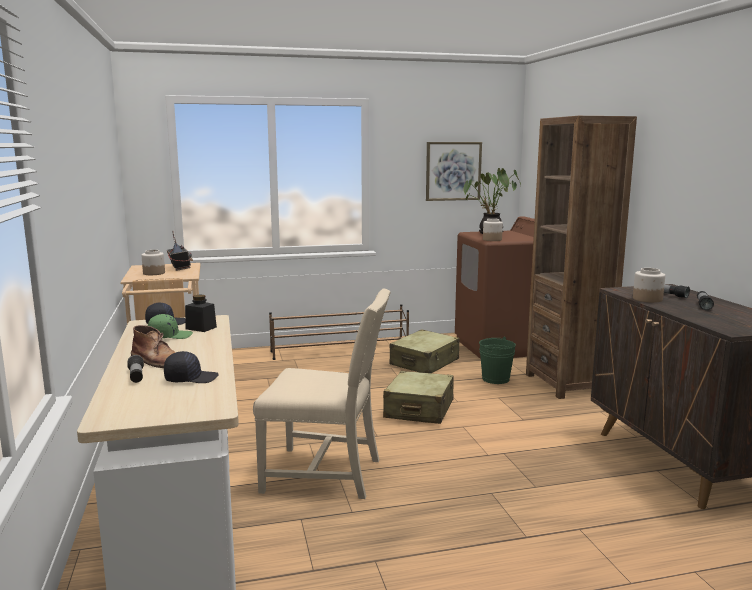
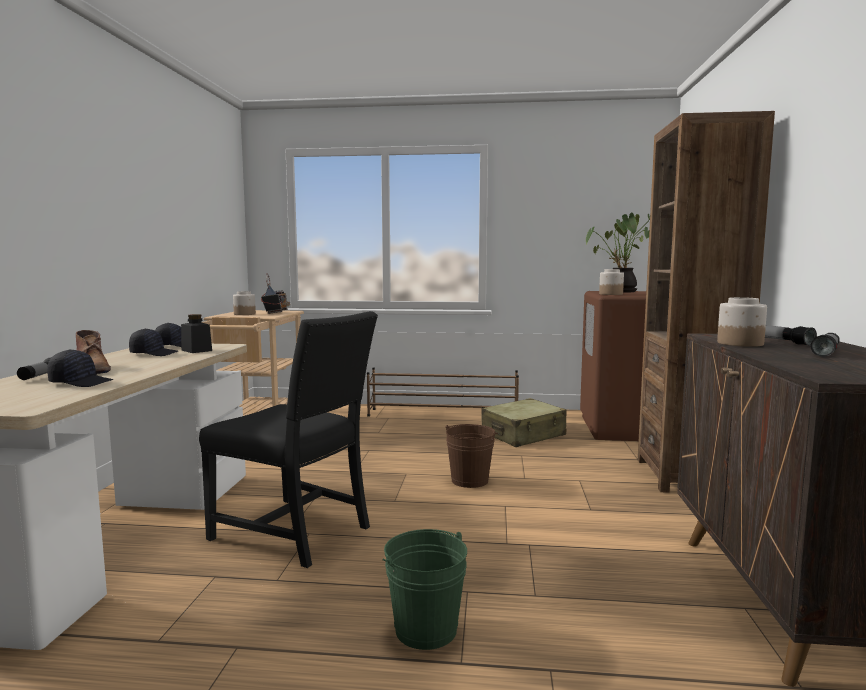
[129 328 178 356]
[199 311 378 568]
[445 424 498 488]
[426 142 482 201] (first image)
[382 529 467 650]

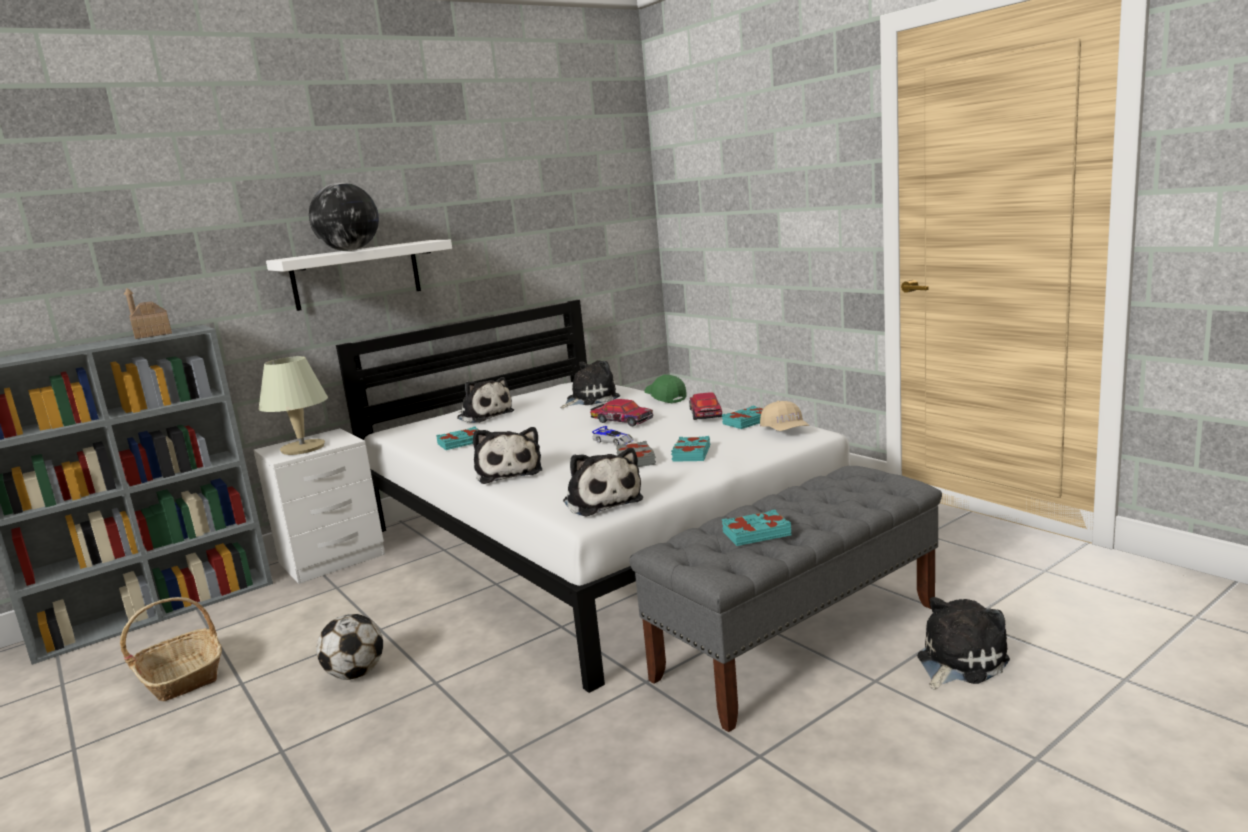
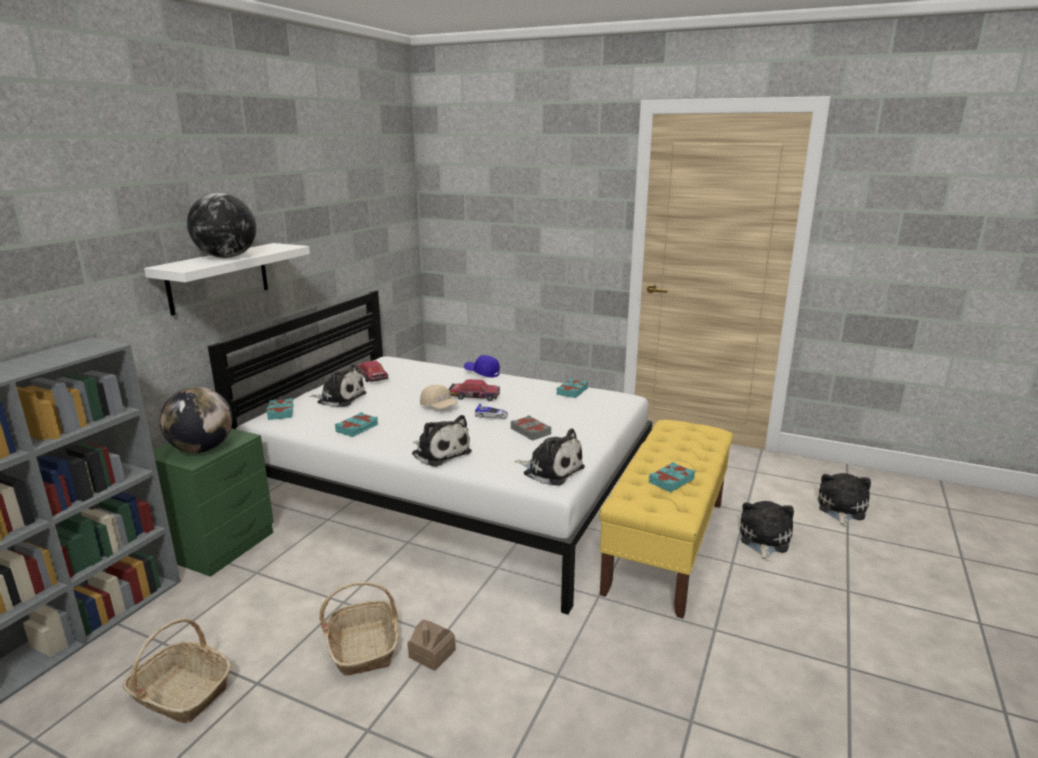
[407 619 456 671]
[153 428 274 577]
[160 387 233 453]
[320 581 399 676]
[818 473 871 527]
[599 420 733 619]
[464 355 500 378]
[267 398 294 420]
[357 361 388 382]
[420 385 458 409]

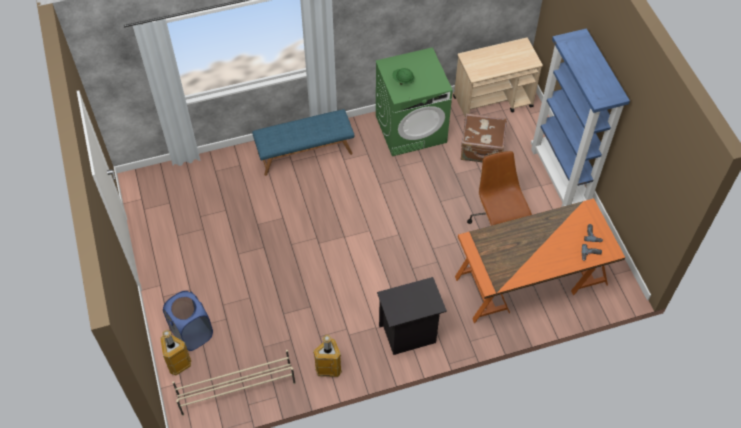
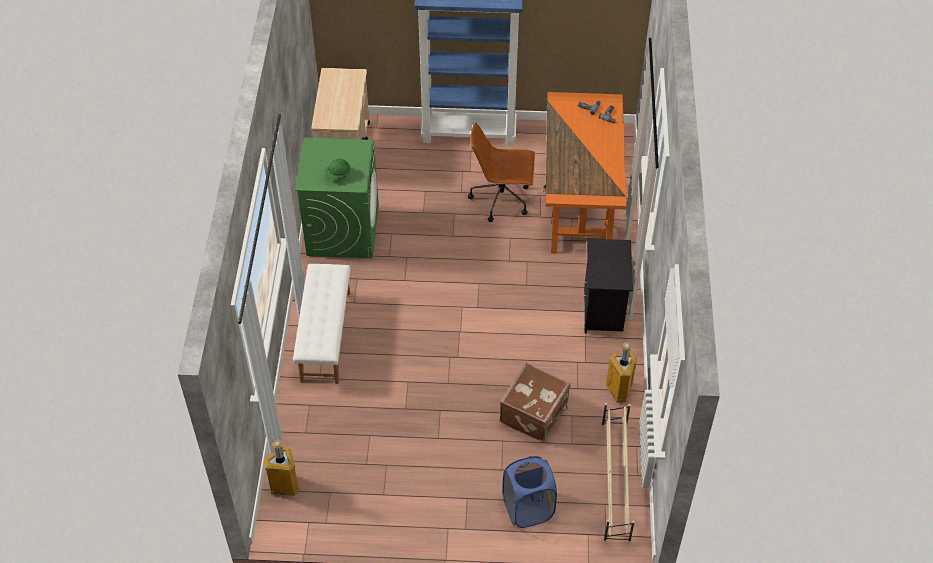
[263 440 300 496]
[293 264 351 384]
[500 363 570 442]

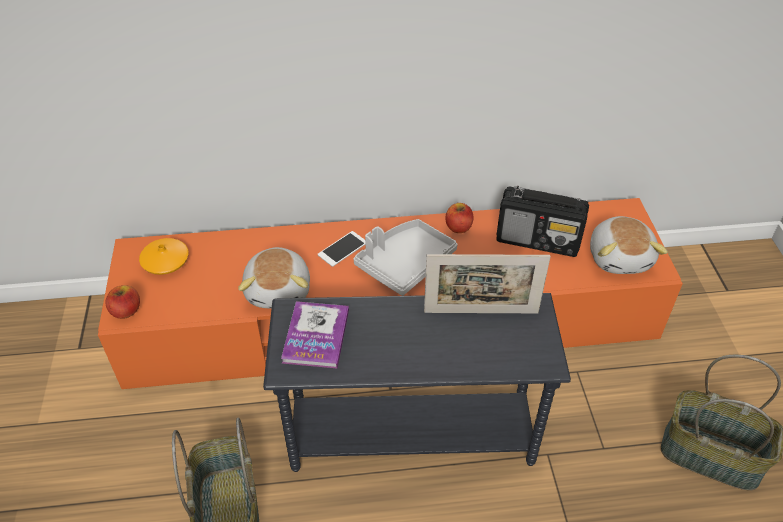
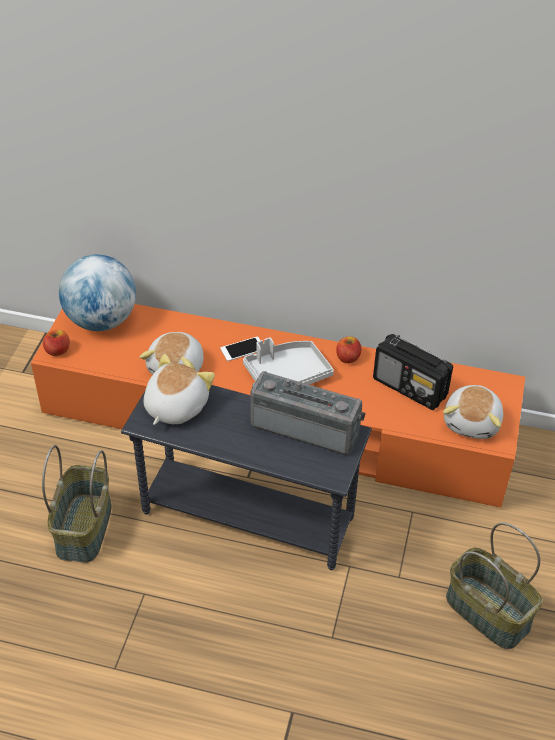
[59 254 136 331]
[144 354 215 425]
[250 371 366 455]

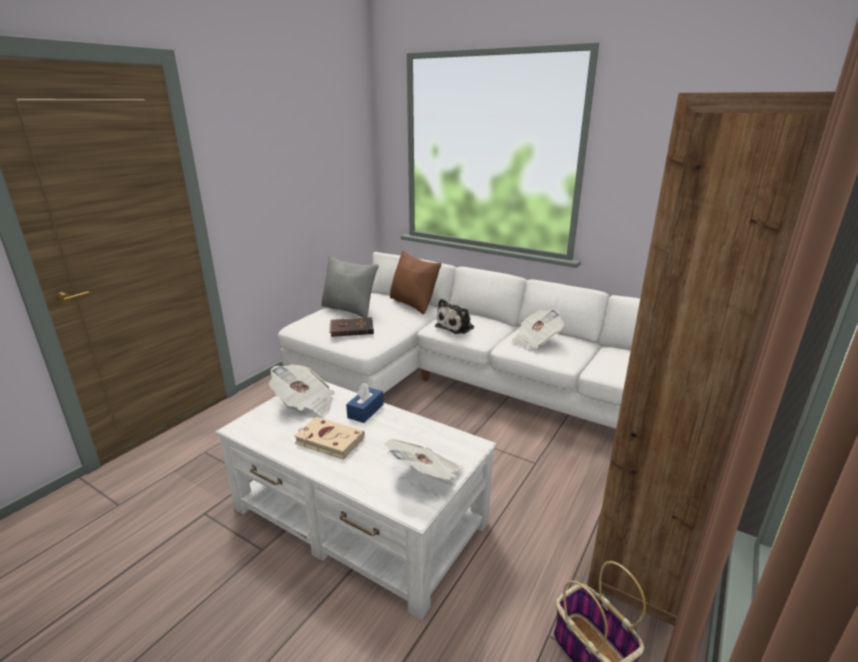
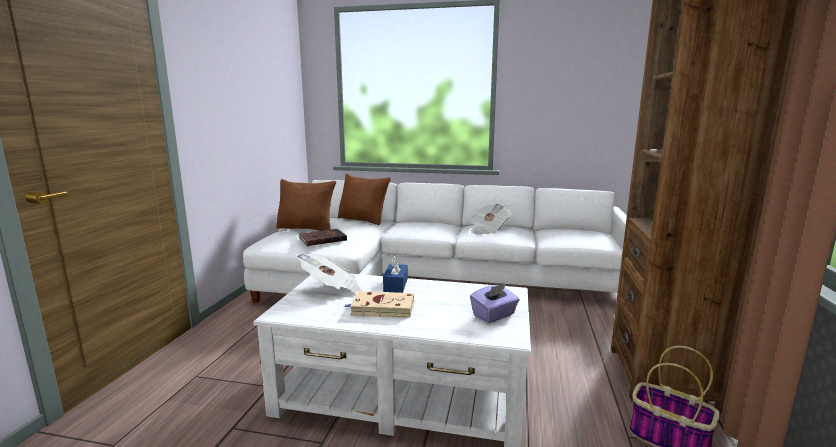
[276 179 336 231]
[470 284 520 323]
[435 299 474 334] (first image)

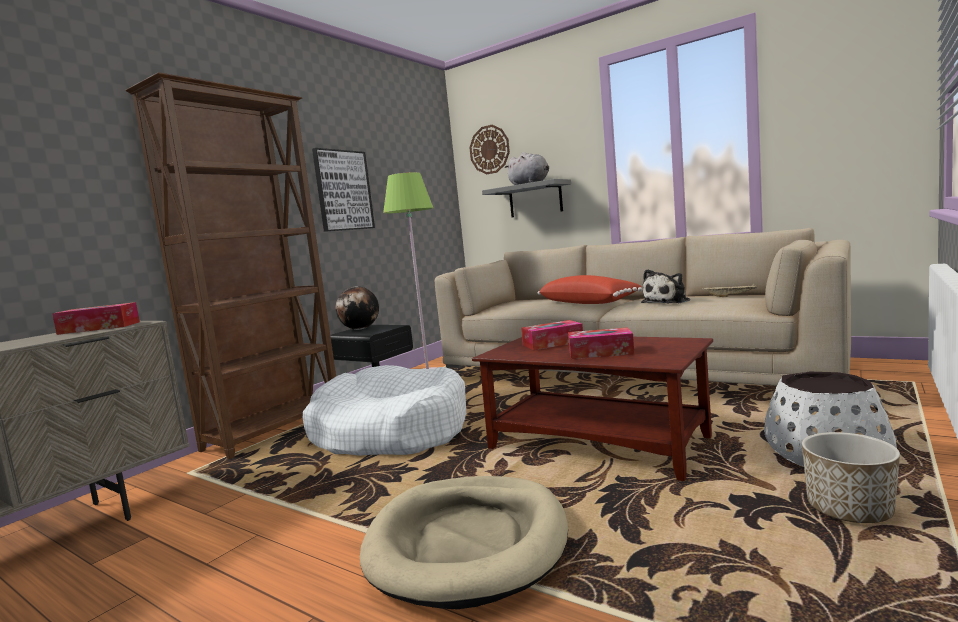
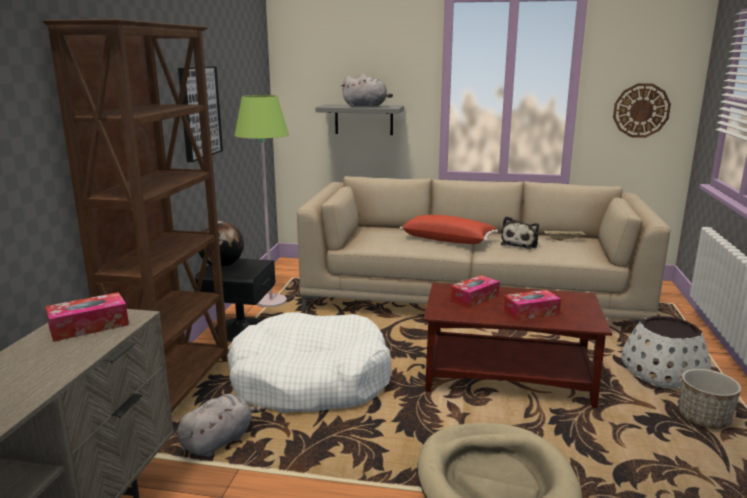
[613 83 671 138]
[177 394 266 457]

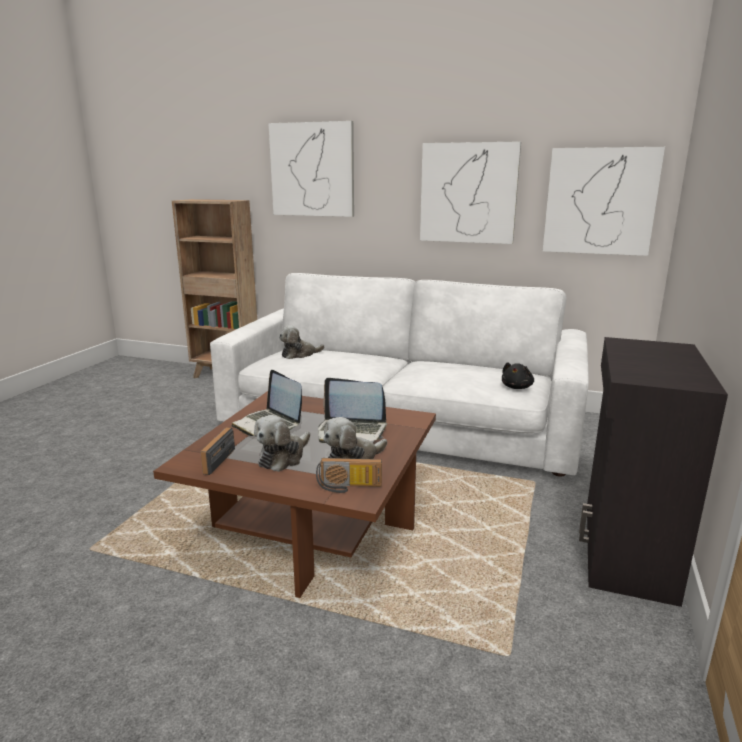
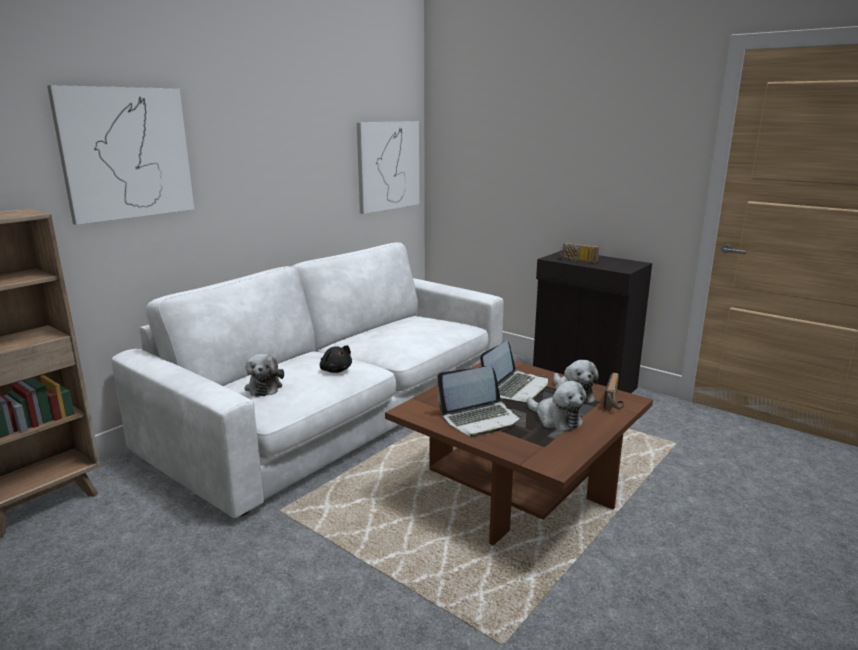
[560 243 599 263]
[420 141 521 244] (first image)
[320 345 352 373]

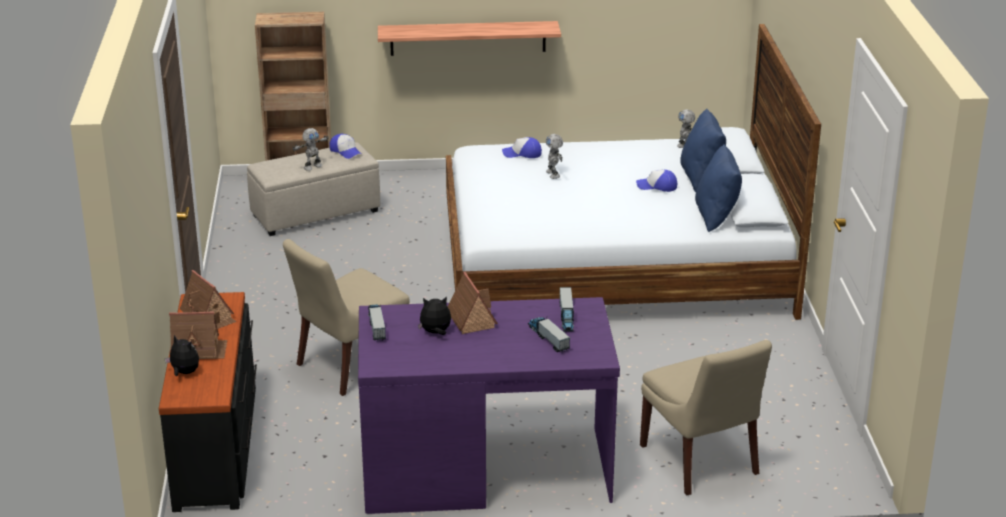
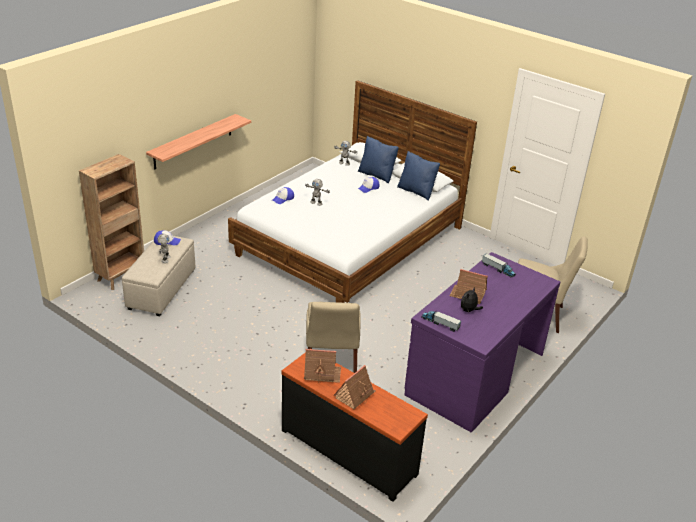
[165 335 199 376] (first image)
[528 317 570 353] (first image)

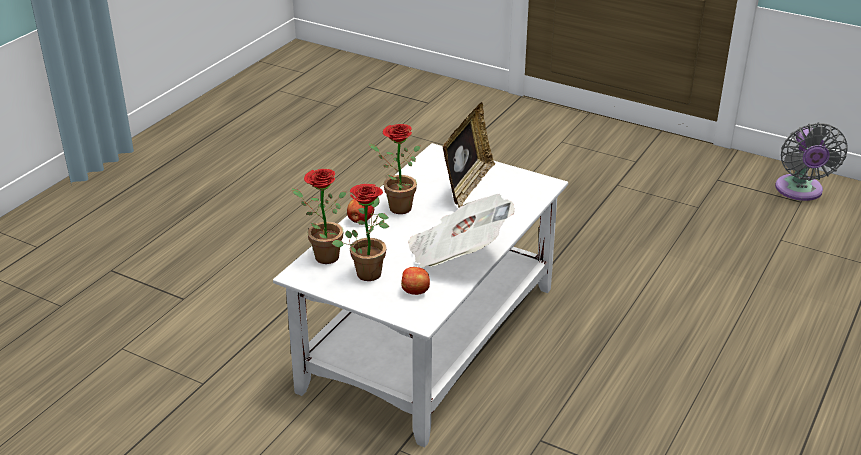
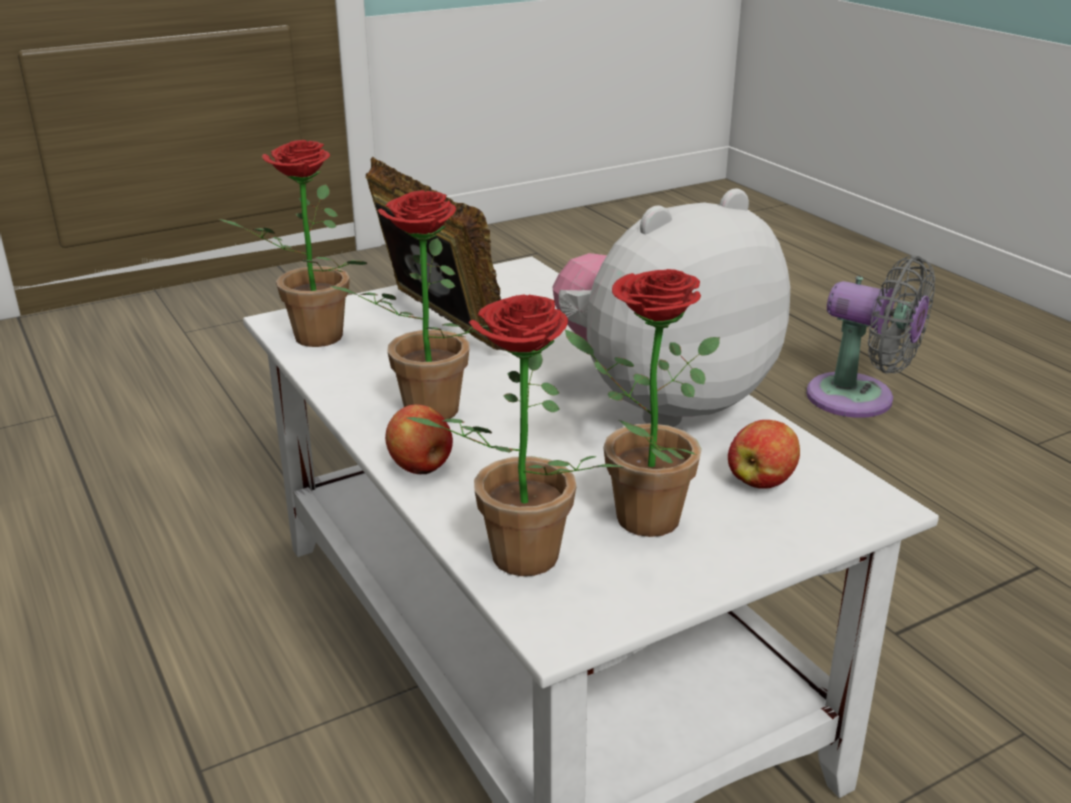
[552 188 790 427]
[806 255 935 418]
[219 140 367 347]

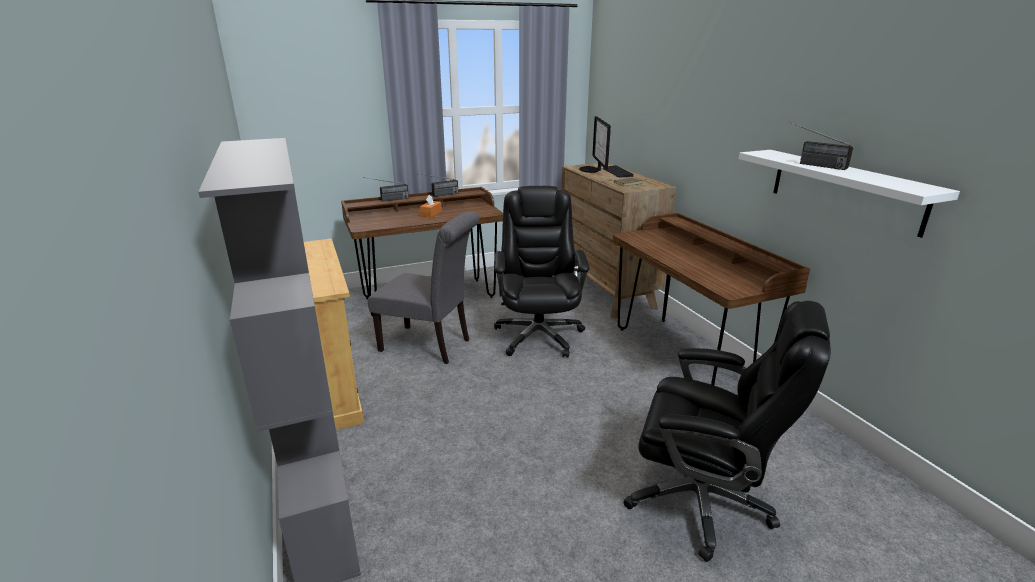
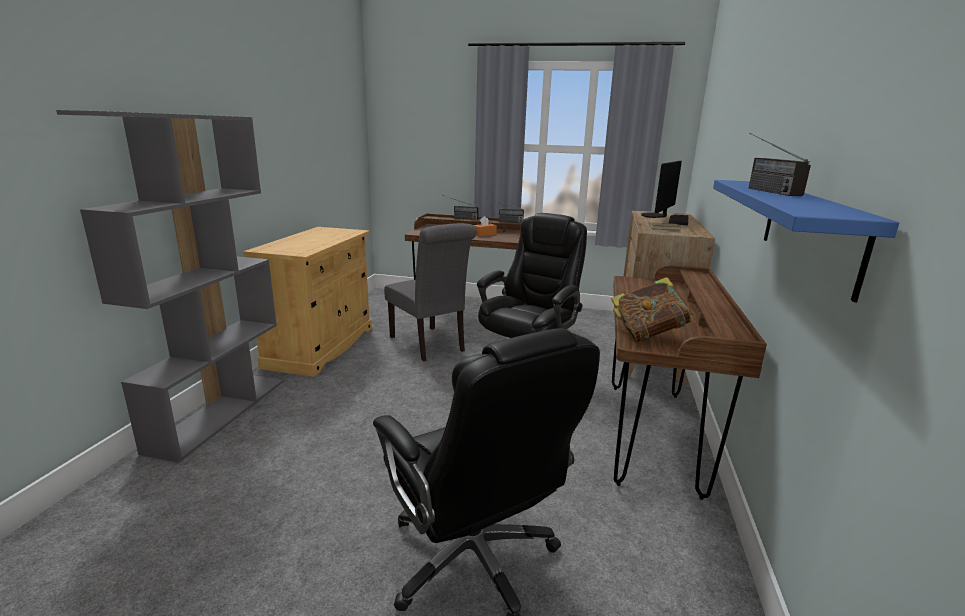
[713 180 899 302]
[611 277 694 343]

